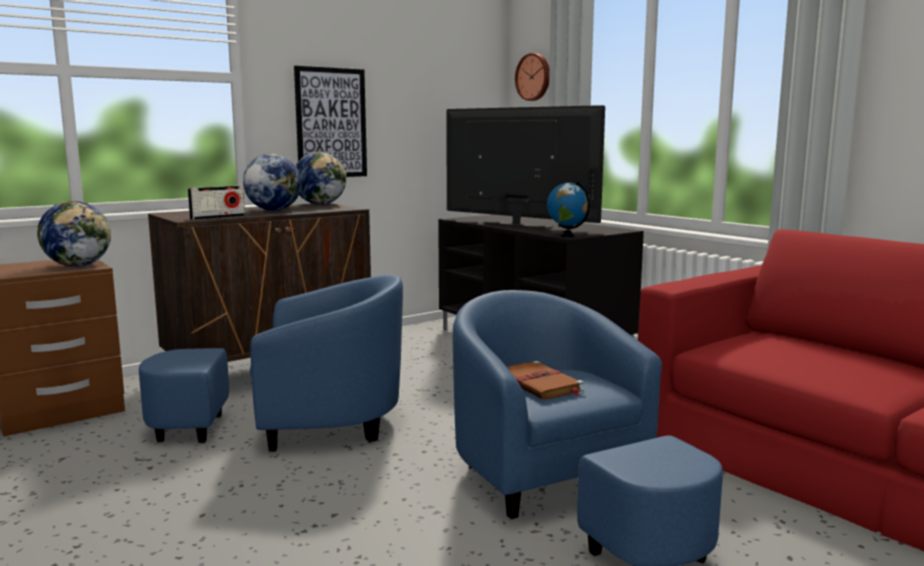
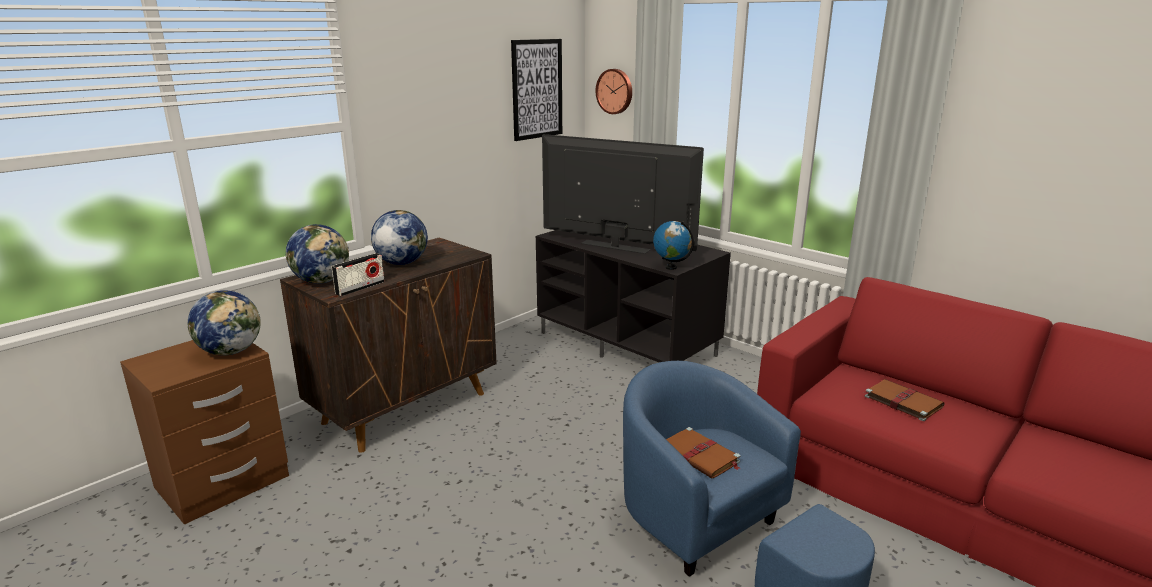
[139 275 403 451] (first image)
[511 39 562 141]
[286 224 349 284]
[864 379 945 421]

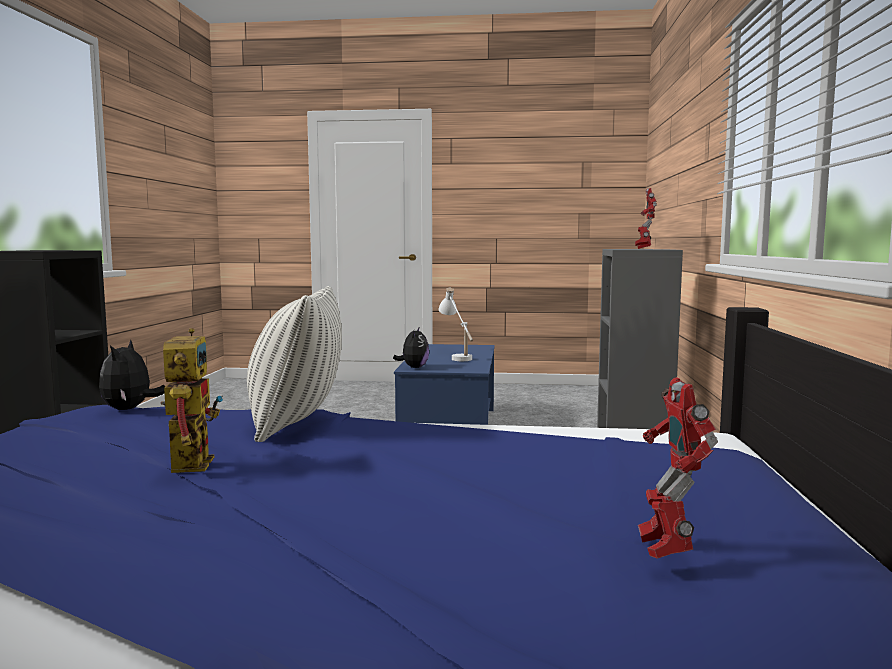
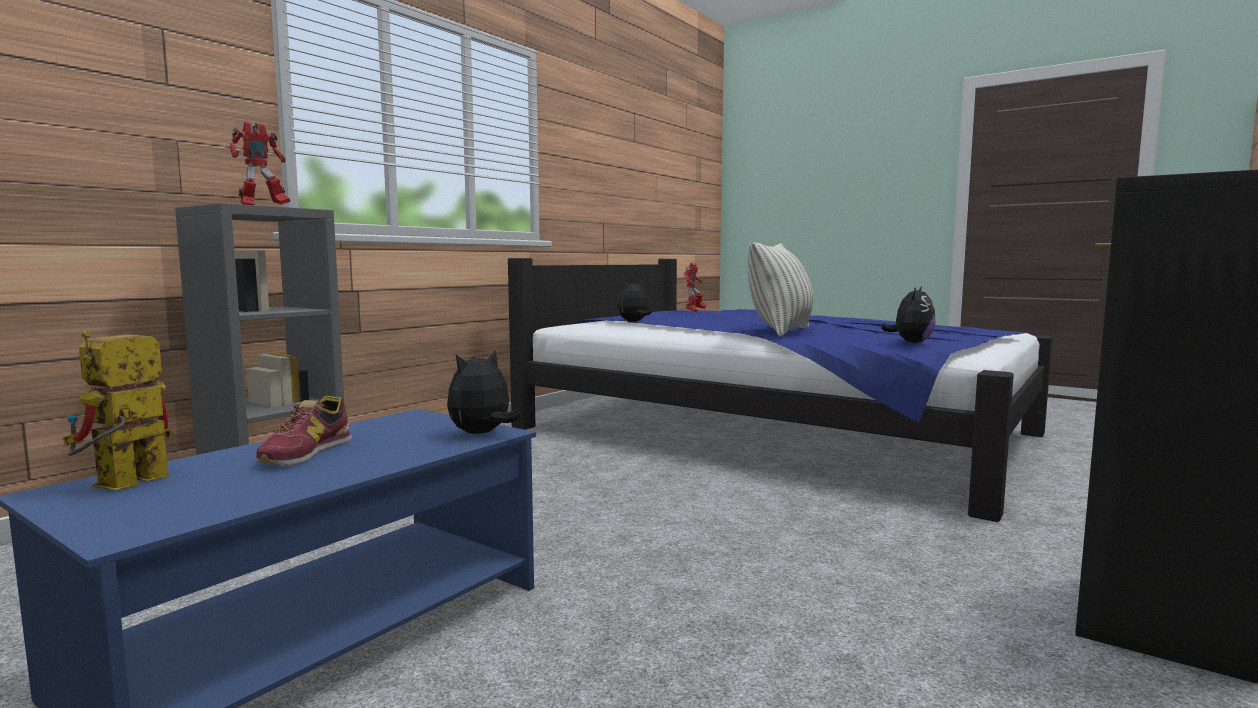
[63 331 173 490]
[256 396 352 466]
[618 280 652 322]

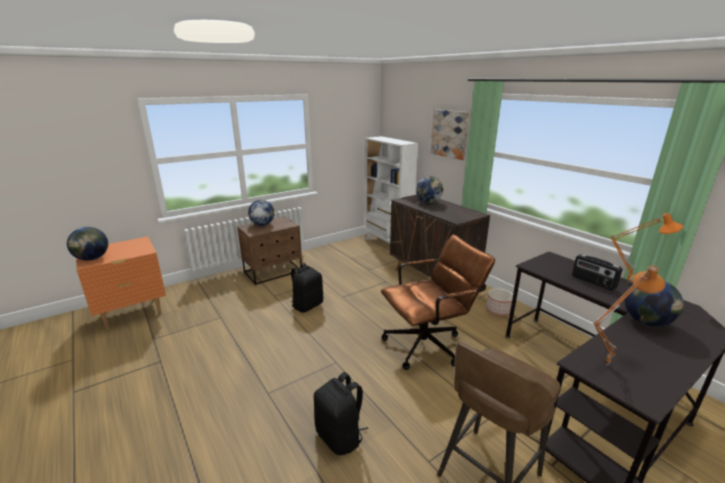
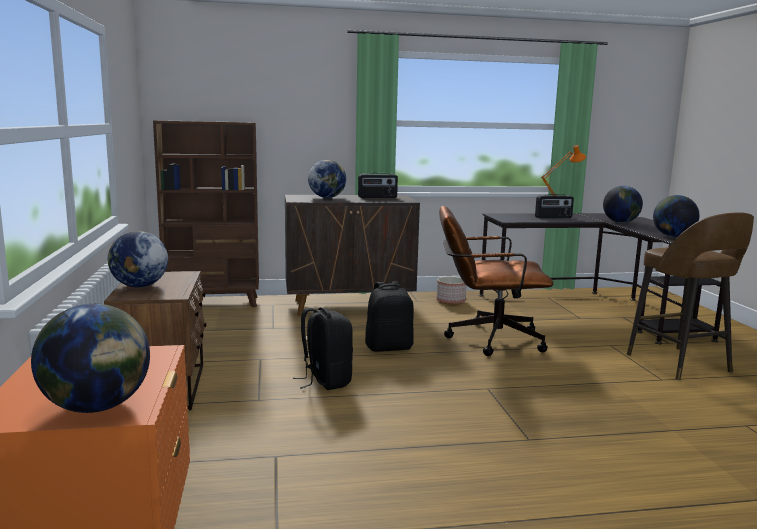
[365 281 414 352]
[153 120 259 307]
[439 206 554 356]
[431 109 469 160] (first image)
[653 195 700 237]
[358 173 398 198]

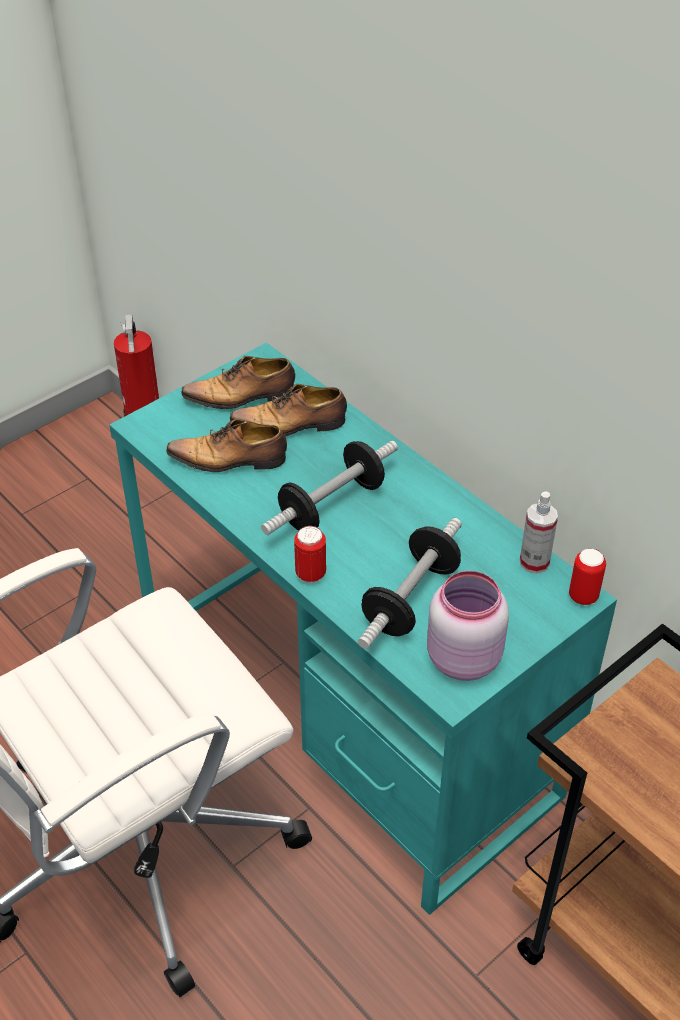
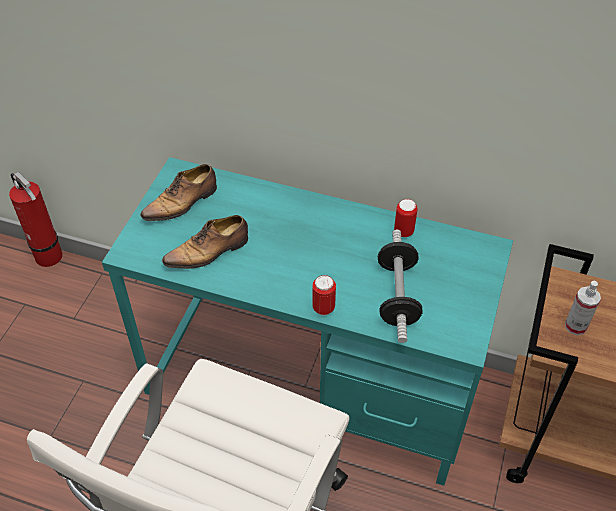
[229 384 347 436] (first image)
[261 441 398 535] (first image)
[427 571 509 681] (first image)
[565 281 601 335]
[394 199 417 237]

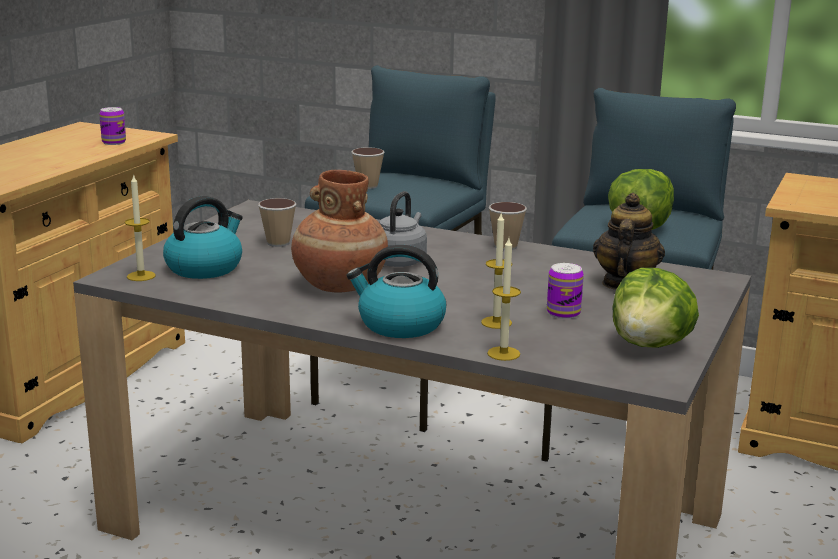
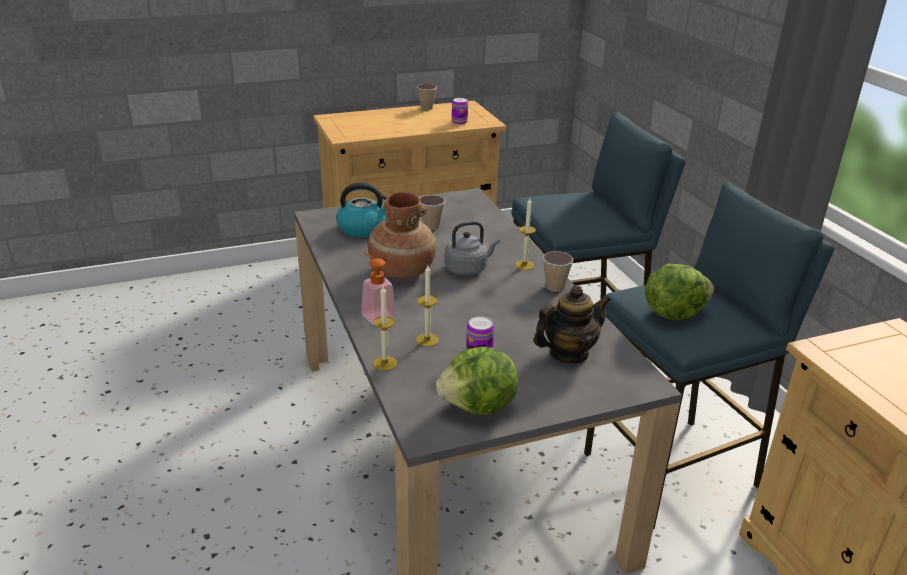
[515 198 536 270]
[361 252 396 325]
[417 84 437 110]

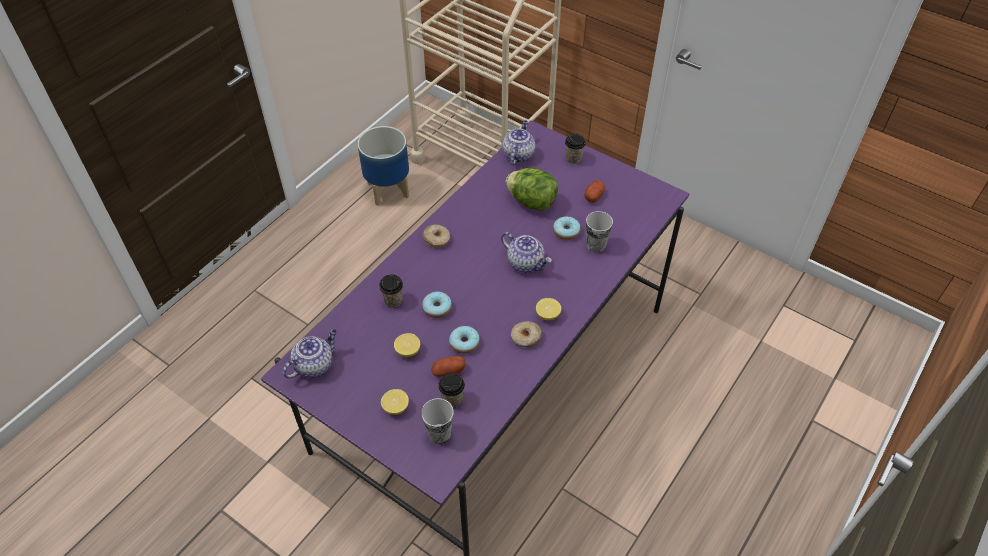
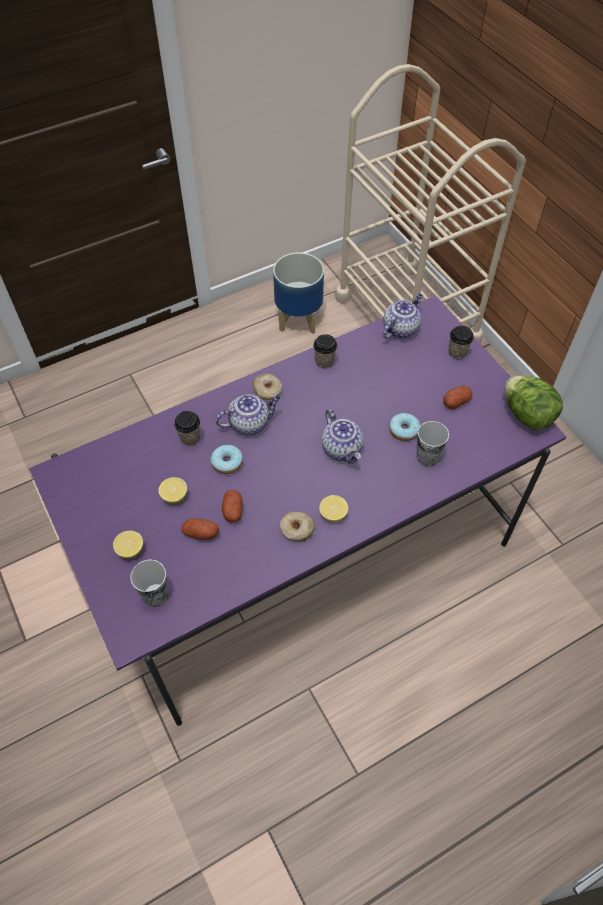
[216 394 280 435]
[313 334 337 369]
[222 490 243 522]
[505 376 563 430]

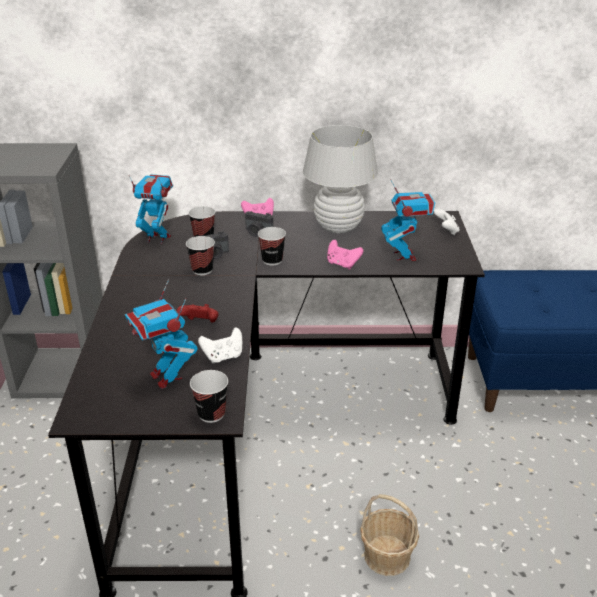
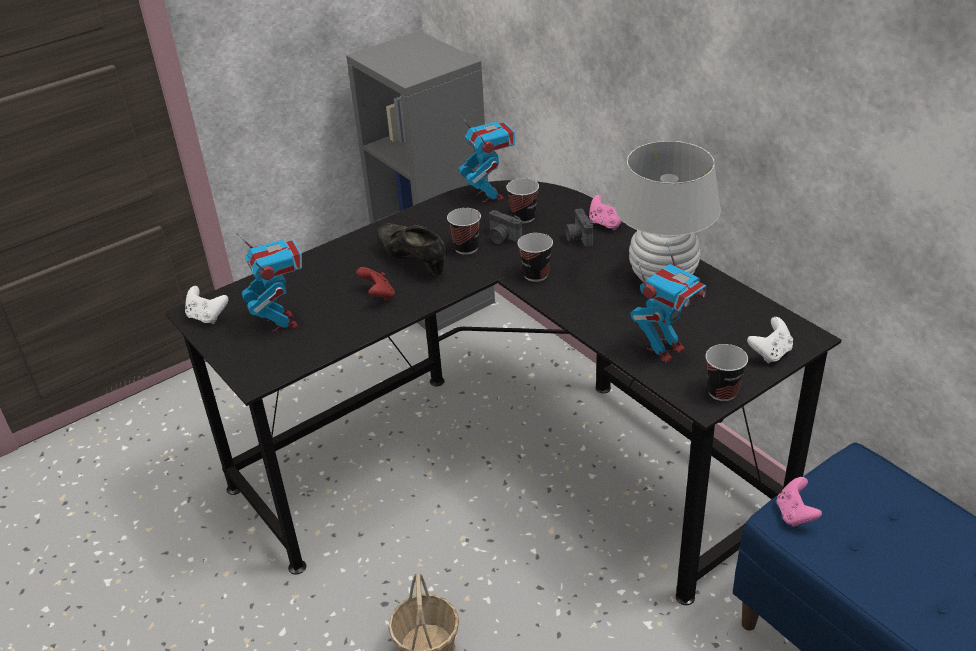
[236 233 302 332]
[705 344 748 401]
[185 286 228 324]
[777 477 822 527]
[377 224 447 276]

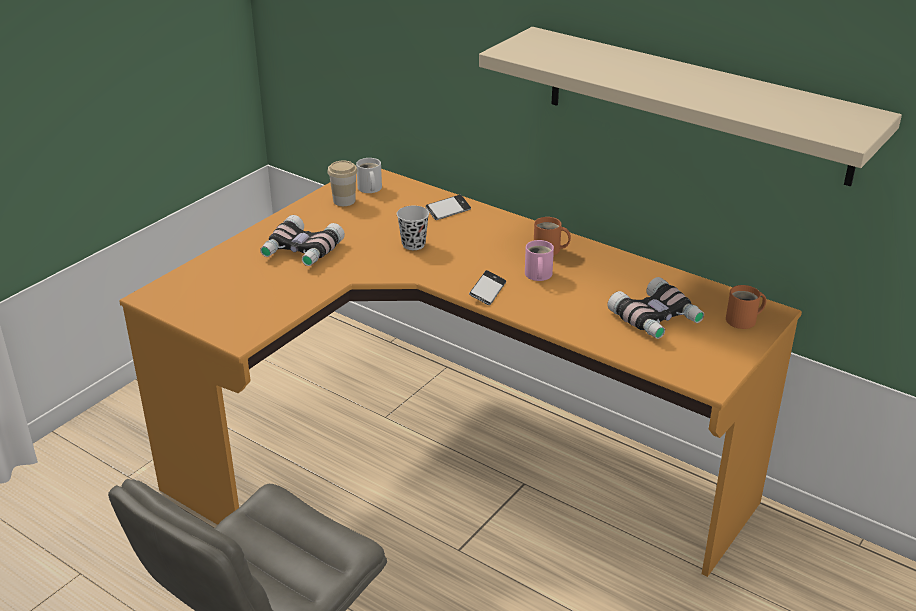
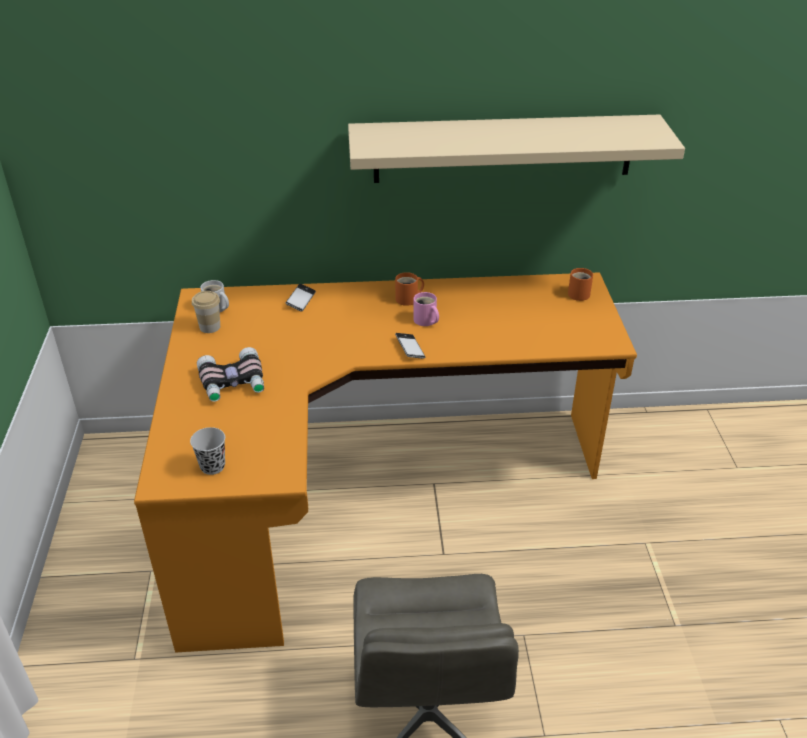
[190 427 225 475]
[608 277 704 339] (first image)

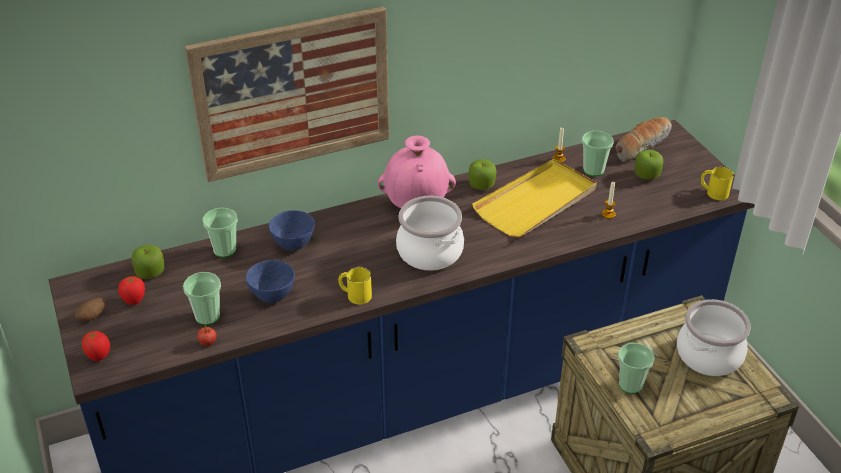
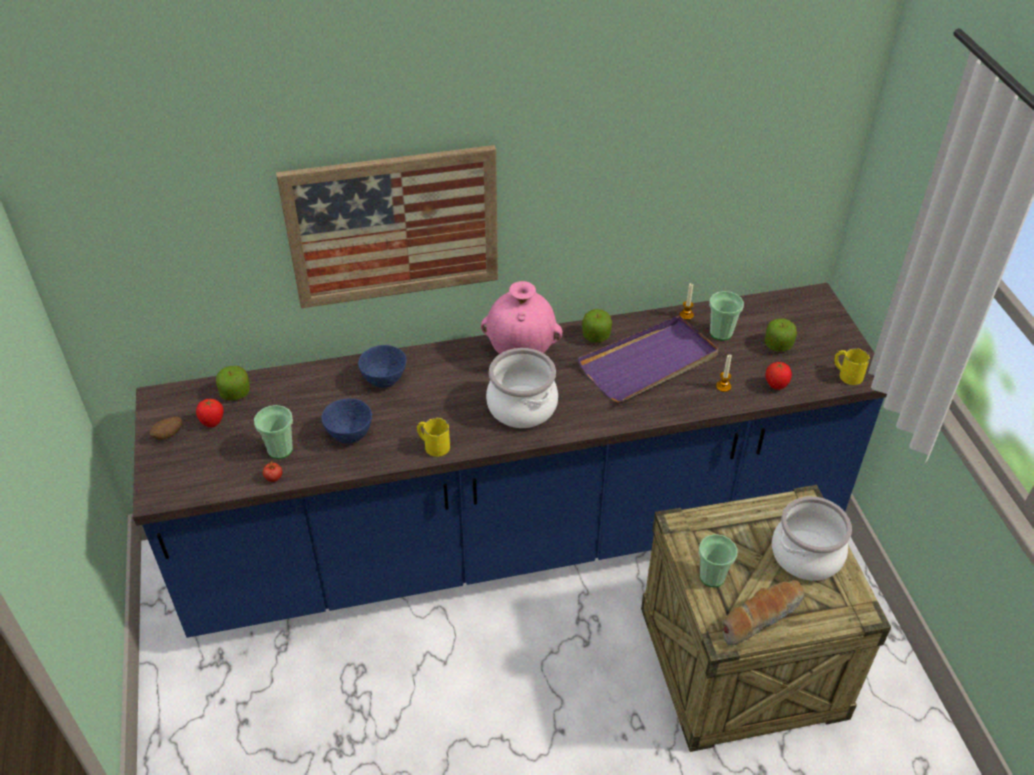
[766 362 792 390]
[203 208 238 258] (first image)
[578 315 718 403]
[722 580 804 646]

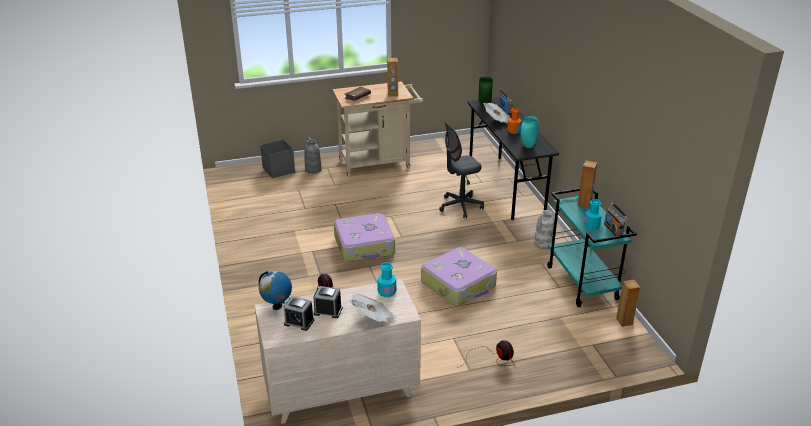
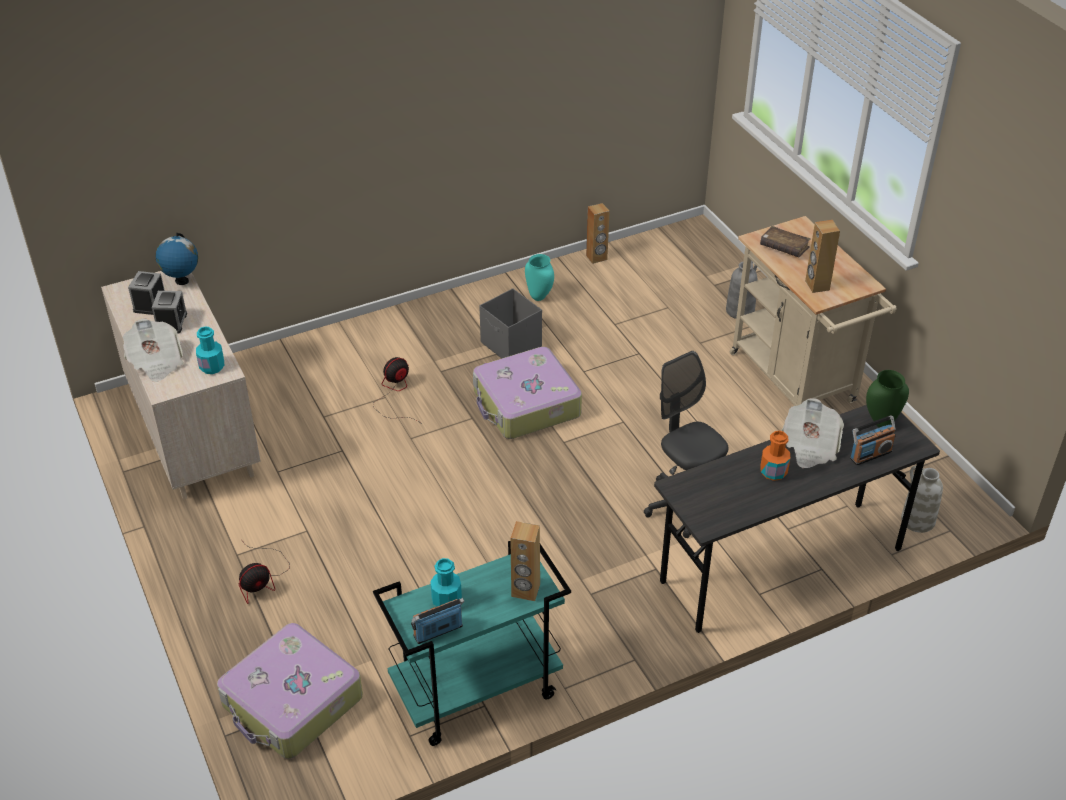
[479 288 542 358]
[217 623 363 759]
[525 254 554 301]
[901 466 943 533]
[586 203 610 264]

